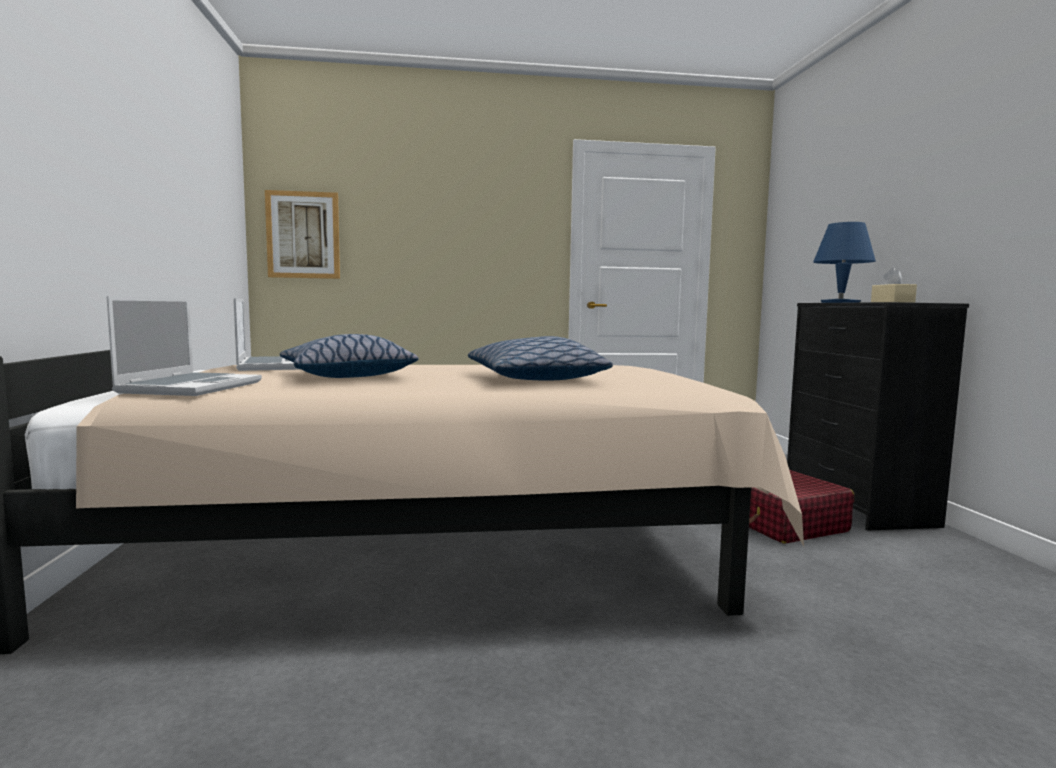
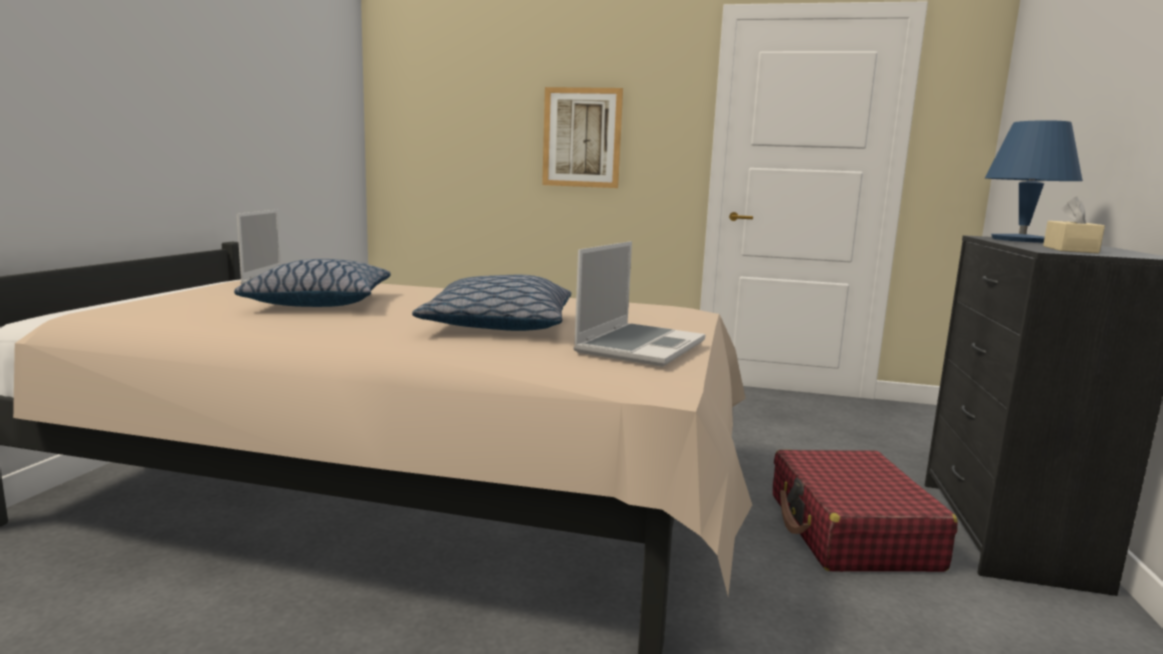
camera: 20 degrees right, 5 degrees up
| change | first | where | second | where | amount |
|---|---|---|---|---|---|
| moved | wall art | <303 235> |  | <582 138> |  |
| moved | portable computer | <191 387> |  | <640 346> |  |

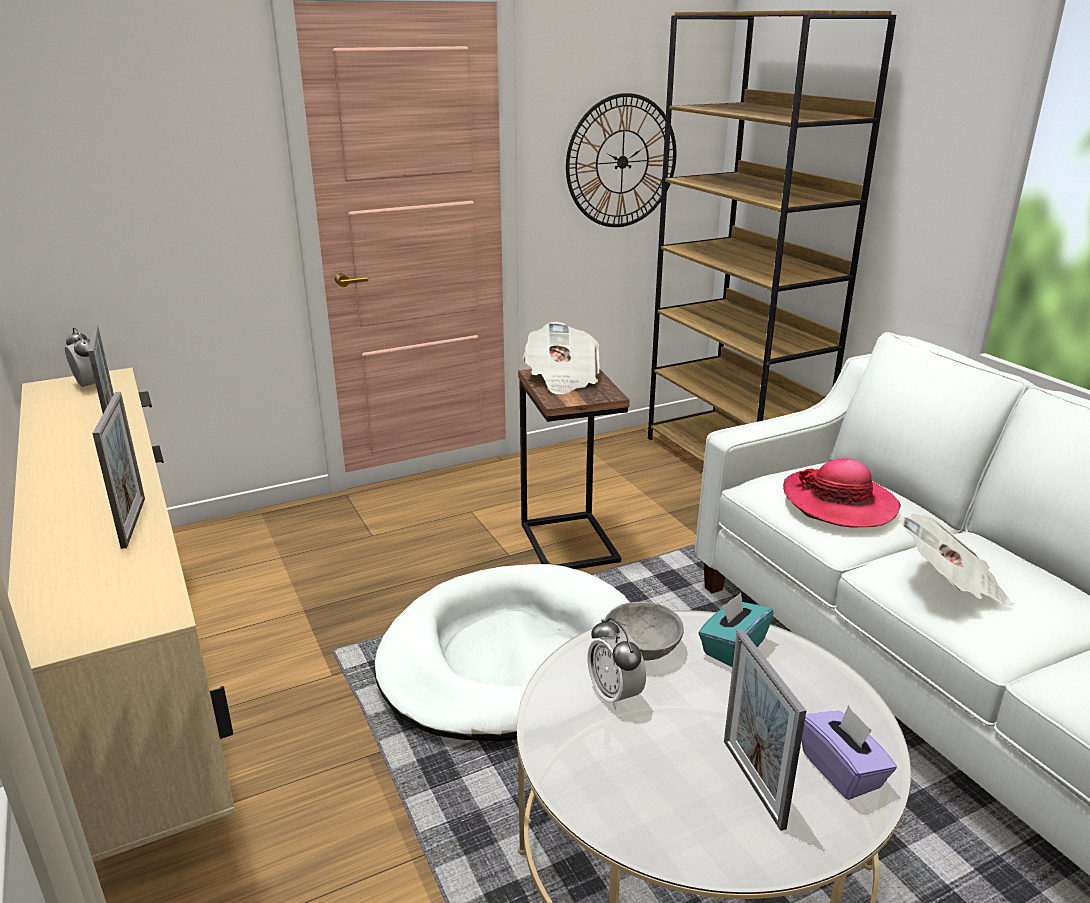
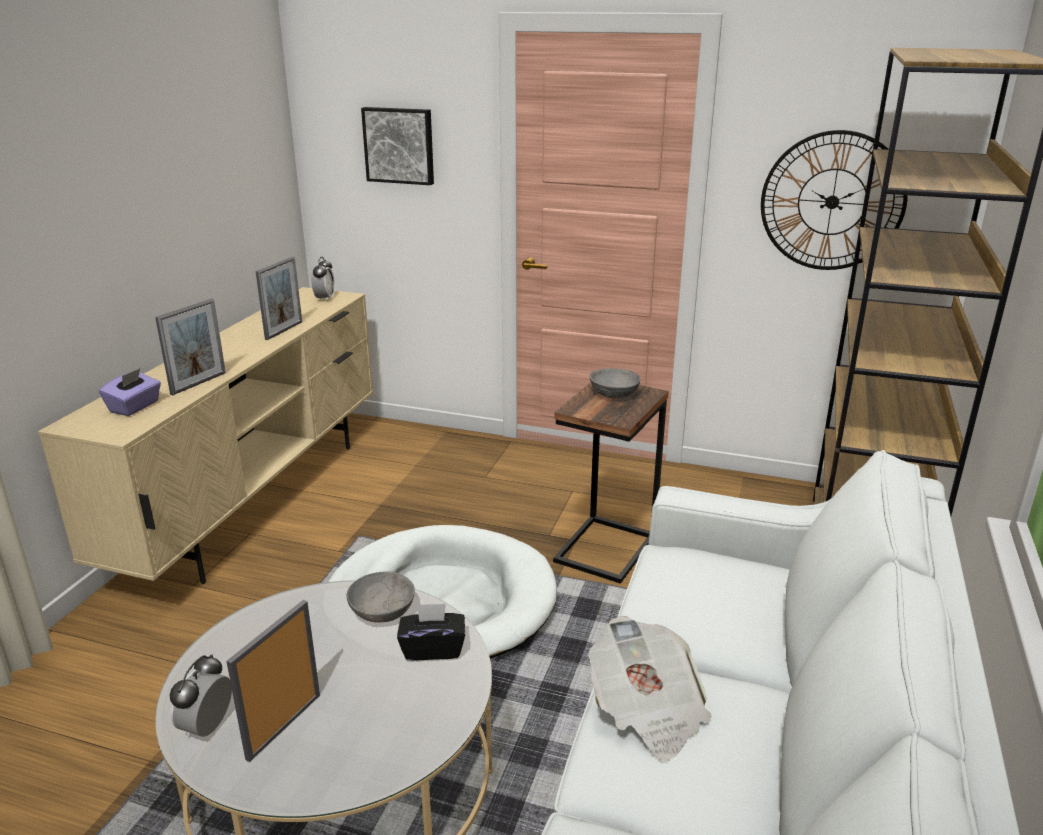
camera: 45 degrees right, 0 degrees up
| change | first | where | second | where | amount |
|---|---|---|---|---|---|
| replaced | daily paper | <562 379> | deep dish (greyish) | <613 394> |  |
| removed | hat | <839 502> |  |  |  |
| recoloured | box of tissues (turquoise-coloured) | <732 647> | box of tissues (blackish) | <433 648> |  |
| moved | table clock | <614 695> |  | <207 727> |  |
| moved | box of tissues (purple-coloured) | <842 770> |  | <135 407> |  |
| added |  |  | wall art | <399 145> |  |

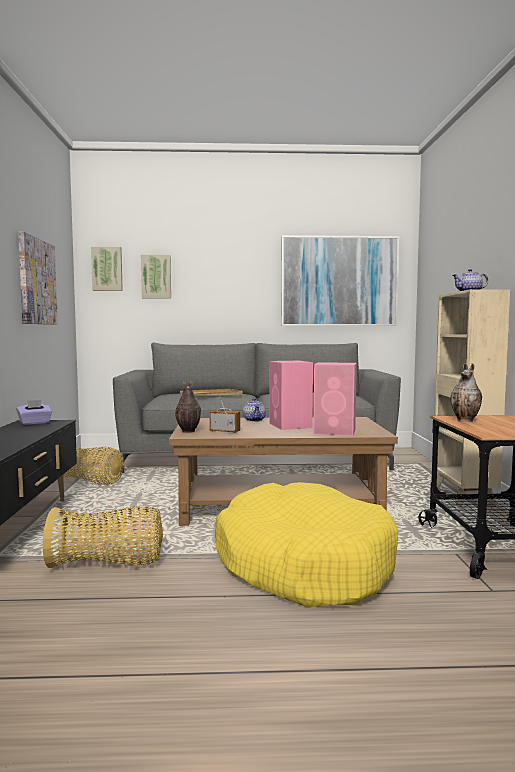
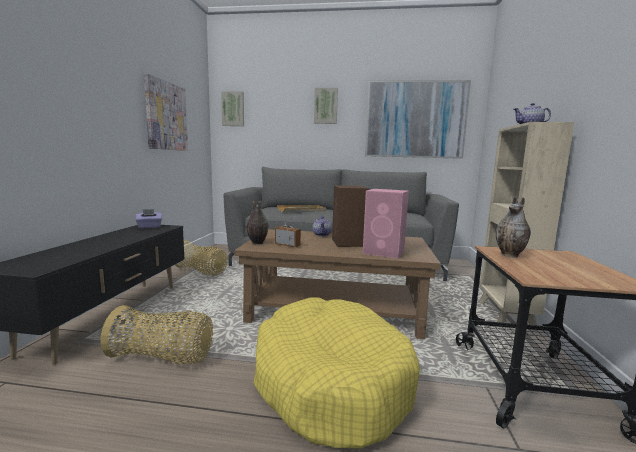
camera: 10 degrees right, 5 degrees up
| change | first | where | second | where | amount |
|---|---|---|---|---|---|
| moved | wall art | <156 276> |  | <326 106> |  |
| recoloured | speaker (pink) | <290 426> | speaker (brownish) | <348 243> |  |

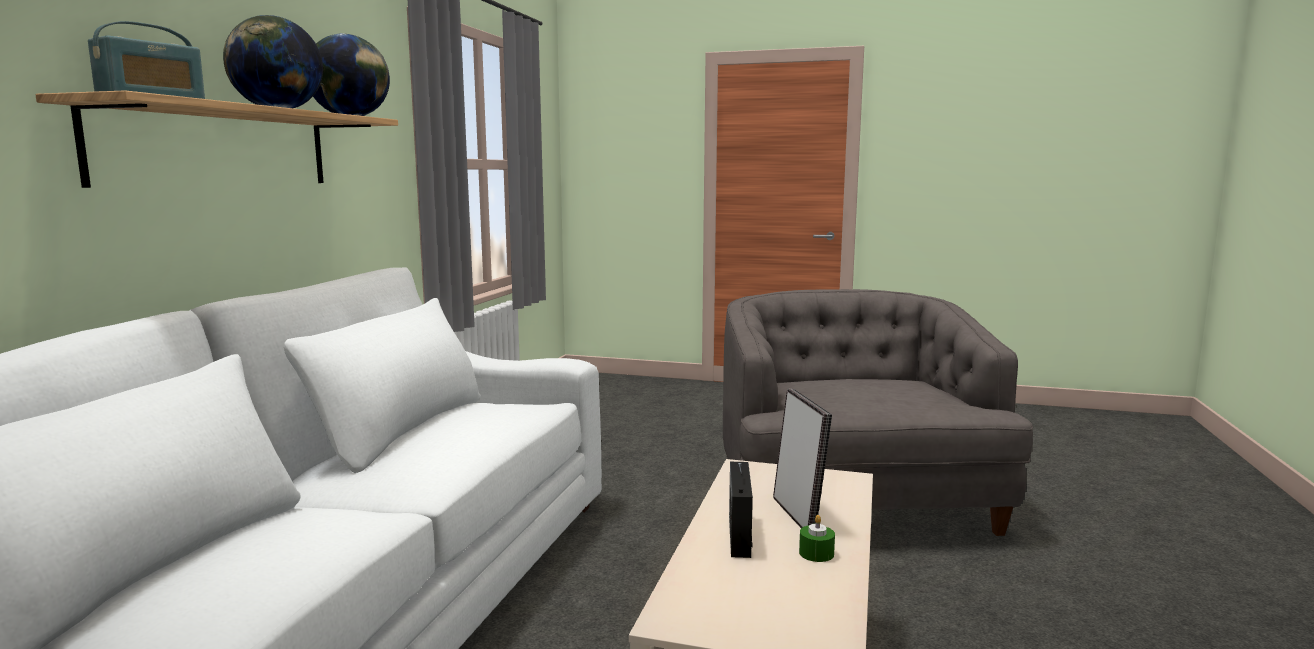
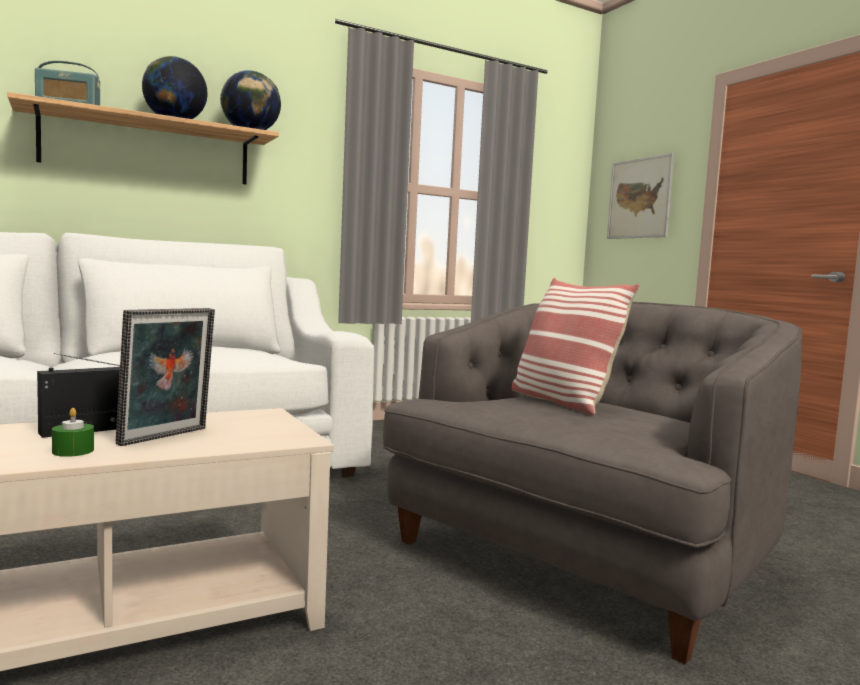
camera: 45 degrees right, 5 degrees down
| change | first | where | second | where | amount |
|---|---|---|---|---|---|
| added |  |  | wall art | <639 198> |  |
| added |  |  | cushion | <561 402> |  |

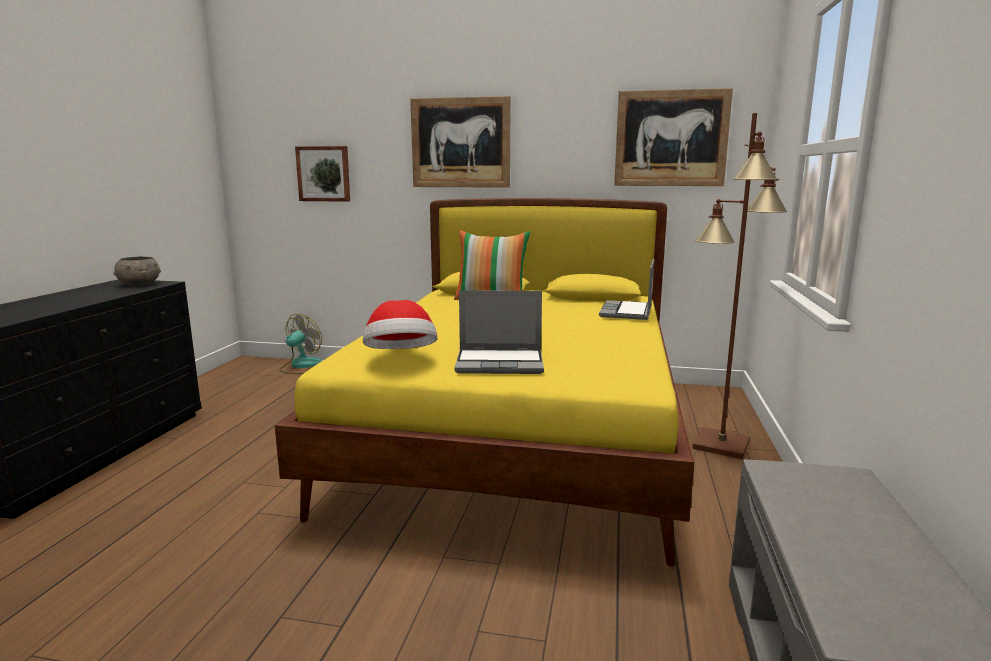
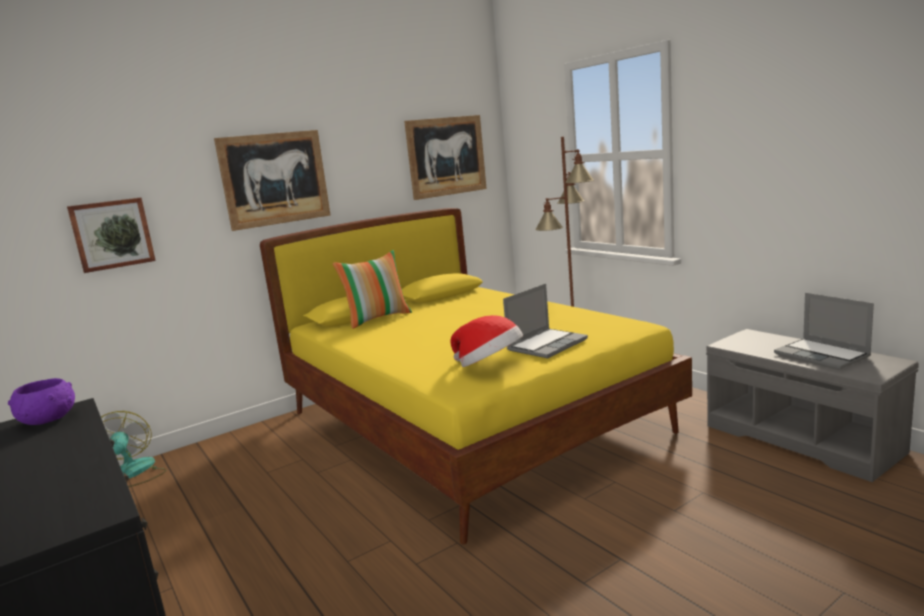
camera: 45 degrees left, 0 degrees up
| change | first | where | second | where | amount |
|---|---|---|---|---|---|
| recoloured | deep dish (greyish) | <139 284> | deep dish (purple-coloured) | <48 419> |  |
| moved | portable computer | <627 312> |  | <823 355> |  |

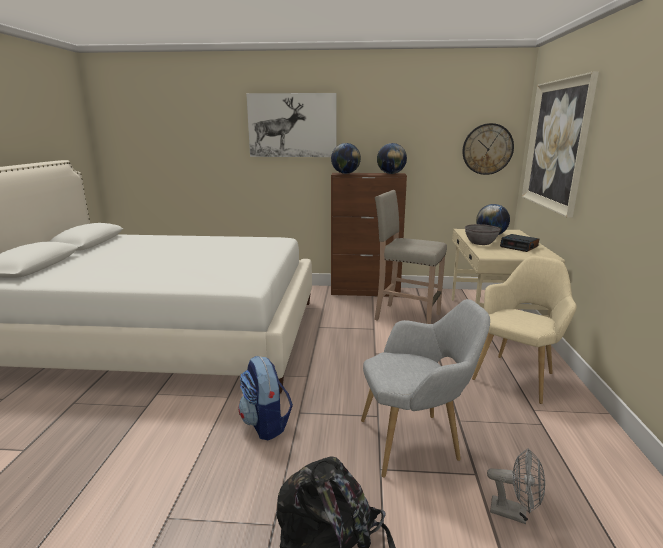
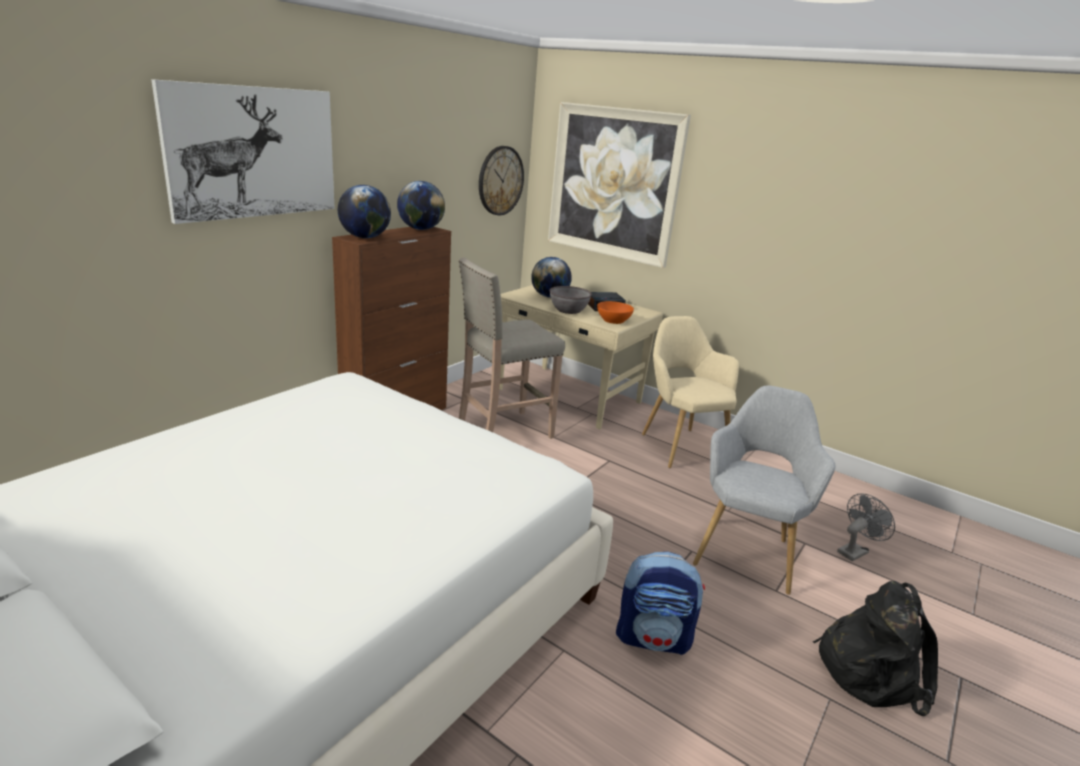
camera: 60 degrees left, 5 degrees up
| change | first | where | second | where | amount |
|---|---|---|---|---|---|
| added |  |  | deep dish (orange) | <613 320> |  |

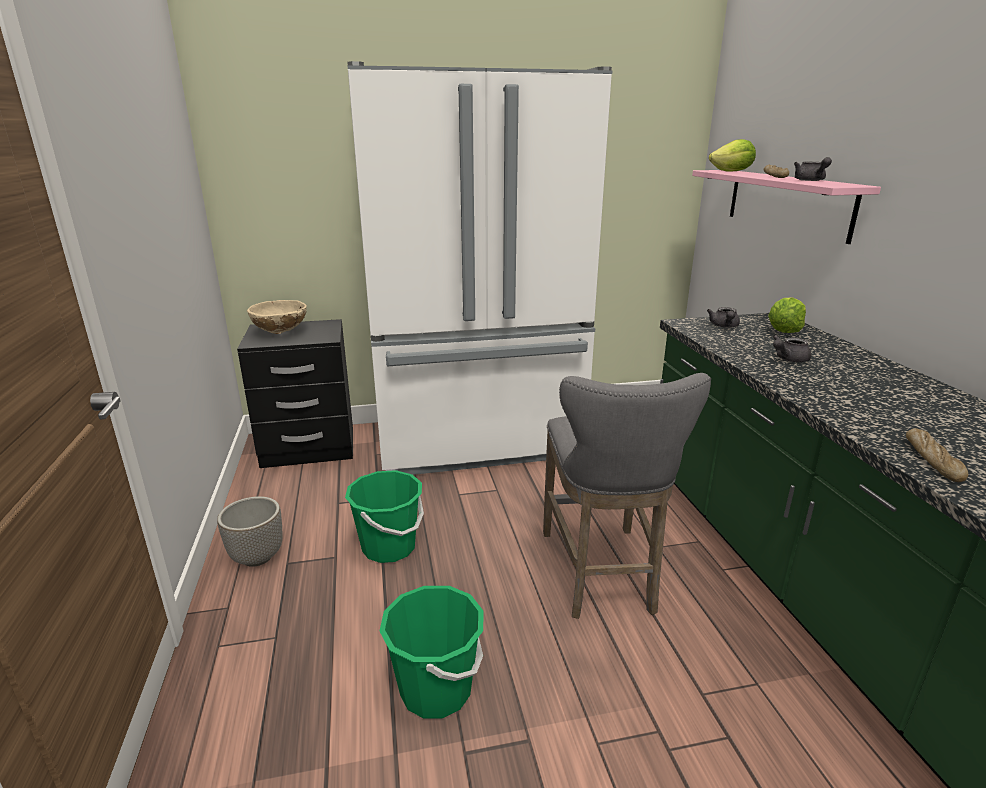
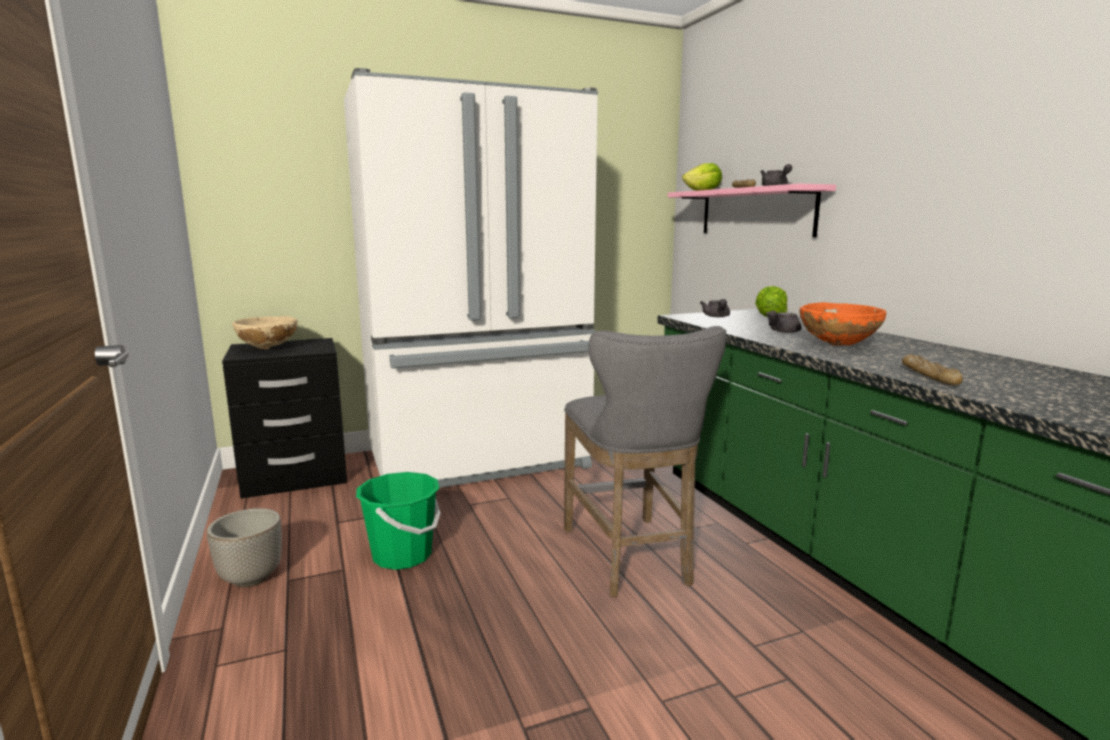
camera: 10 degrees left, 10 degrees down
| change | first | where | second | where | amount |
|---|---|---|---|---|---|
| removed | water bucket (green) | <436 689> |  |  |  |
| added |  |  | deep dish (orange) | <837 346> |  |

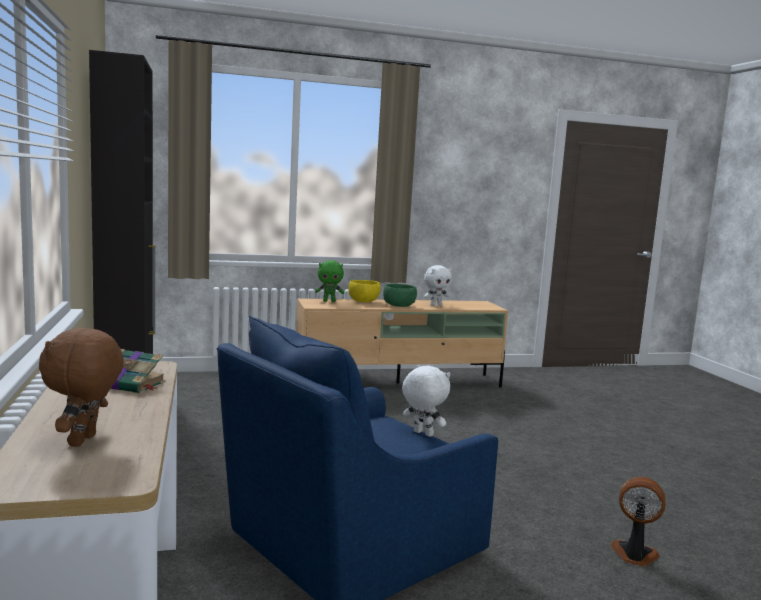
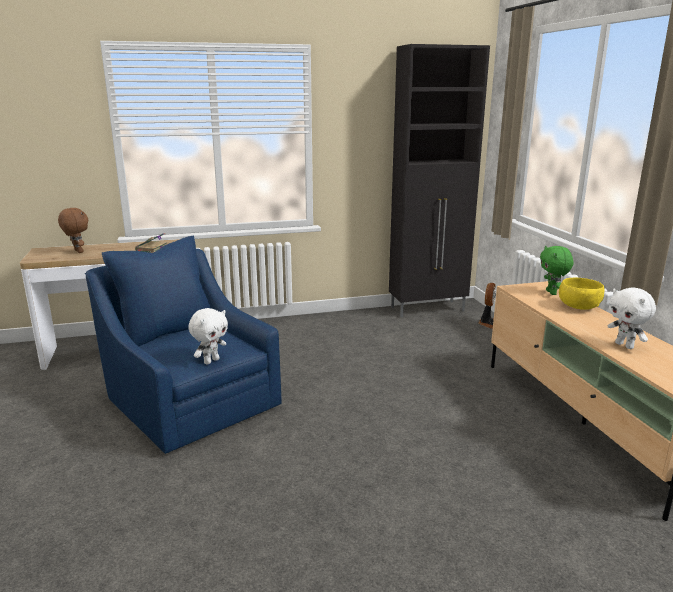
camera: 90 degrees right, 10 degrees up
| change | first | where | second | where | amount |
|---|---|---|---|---|---|
| removed | deep dish (green) | <398 306> |  |  |  |
| turned | cuddly toy (brownish) | <84 441> |  | <77 251> | 45 degrees clockwise |
| moved | fan | <634 555> |  | <488 323> |  |

